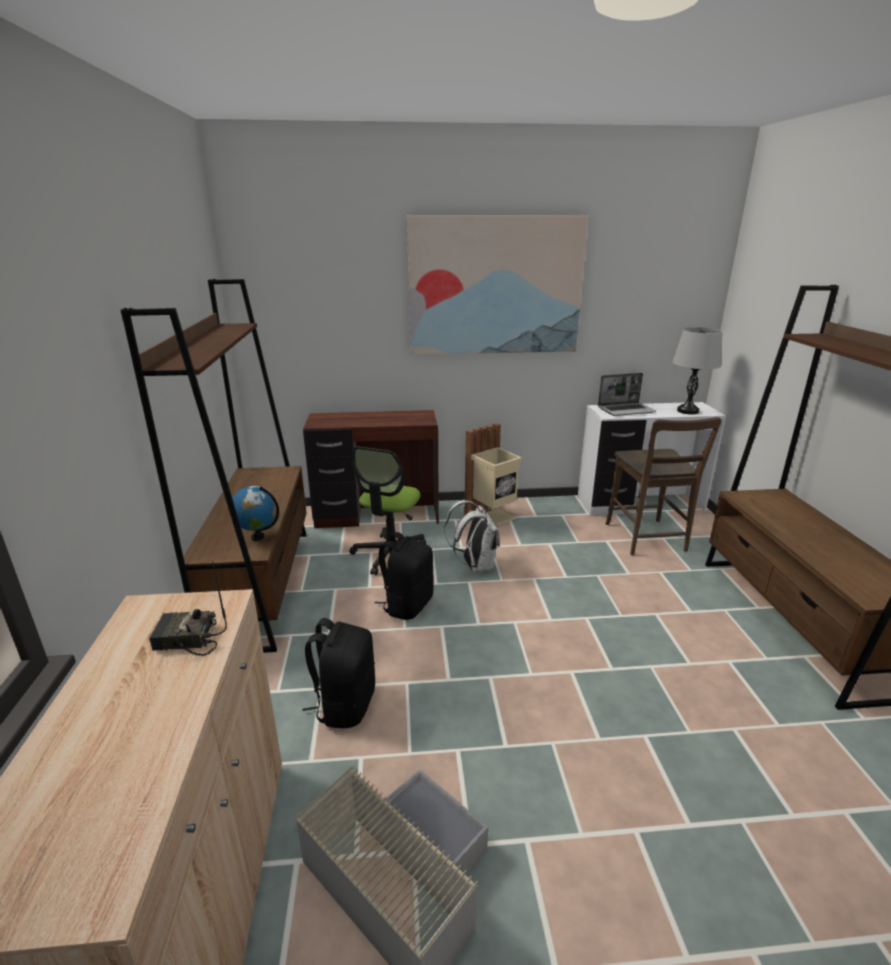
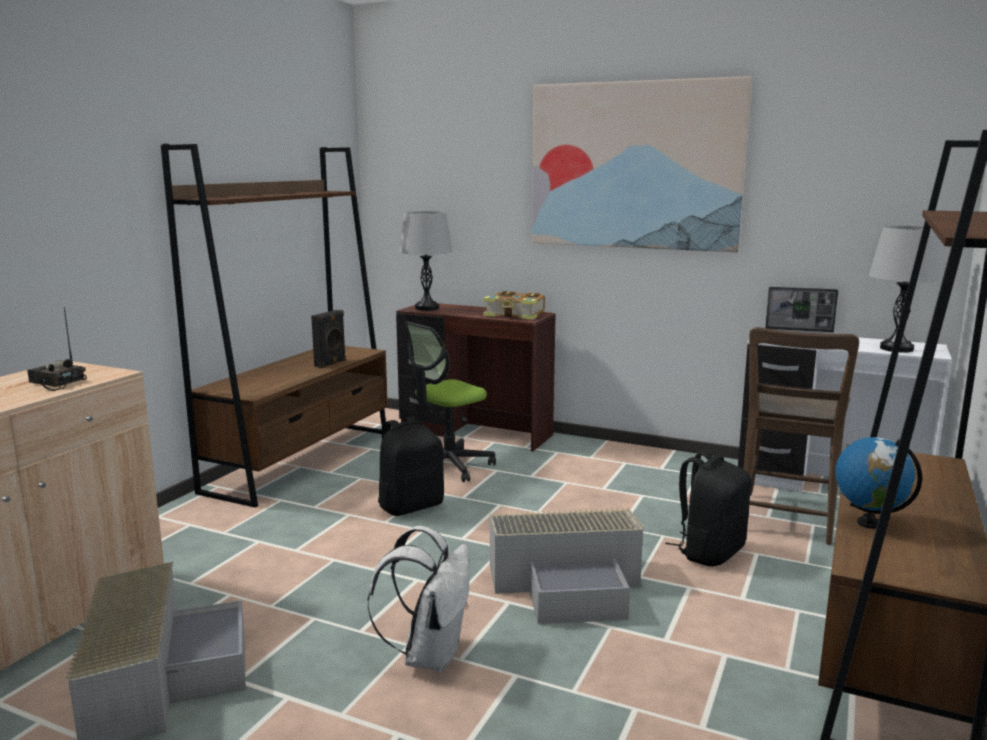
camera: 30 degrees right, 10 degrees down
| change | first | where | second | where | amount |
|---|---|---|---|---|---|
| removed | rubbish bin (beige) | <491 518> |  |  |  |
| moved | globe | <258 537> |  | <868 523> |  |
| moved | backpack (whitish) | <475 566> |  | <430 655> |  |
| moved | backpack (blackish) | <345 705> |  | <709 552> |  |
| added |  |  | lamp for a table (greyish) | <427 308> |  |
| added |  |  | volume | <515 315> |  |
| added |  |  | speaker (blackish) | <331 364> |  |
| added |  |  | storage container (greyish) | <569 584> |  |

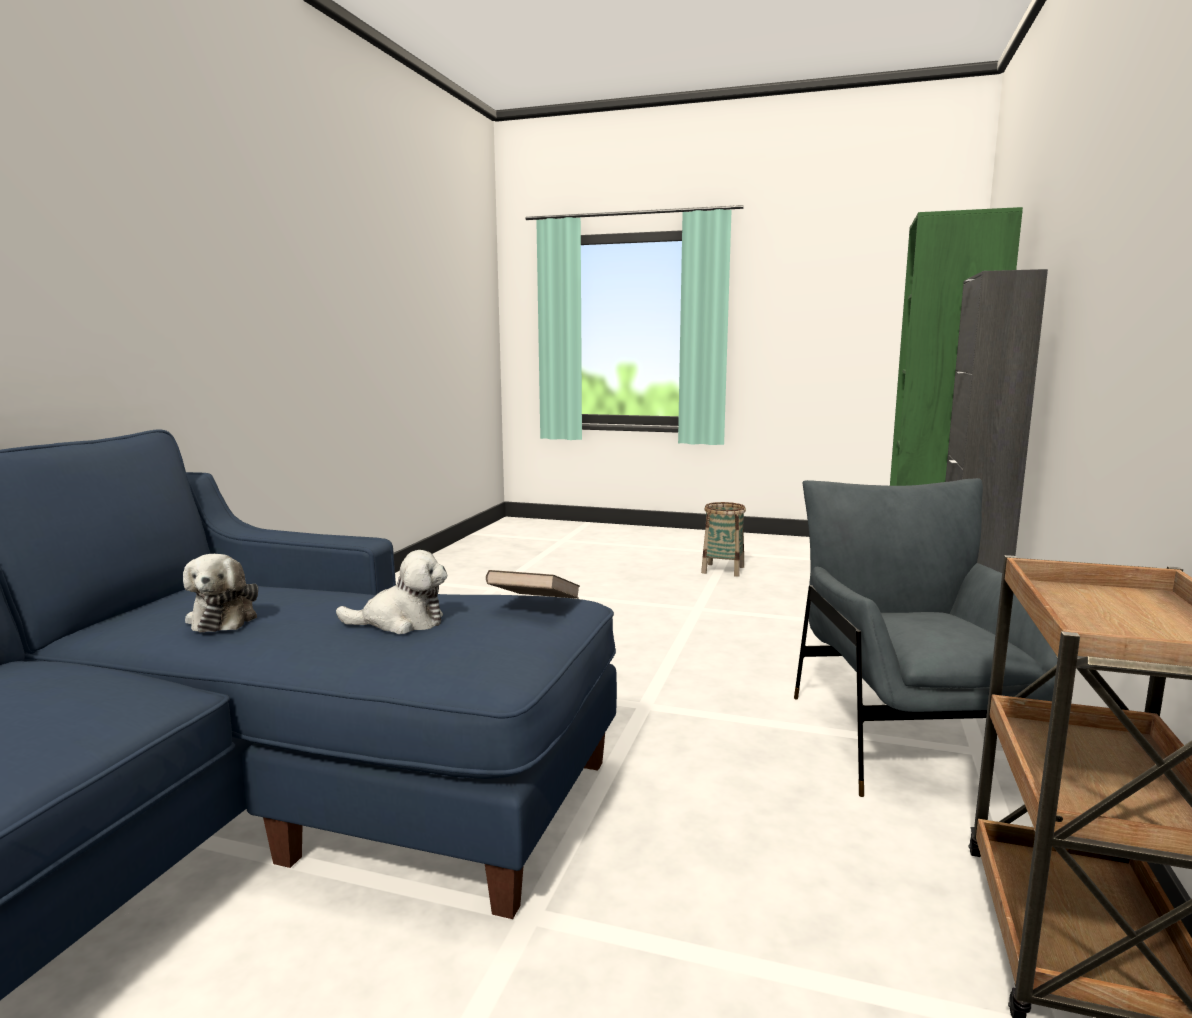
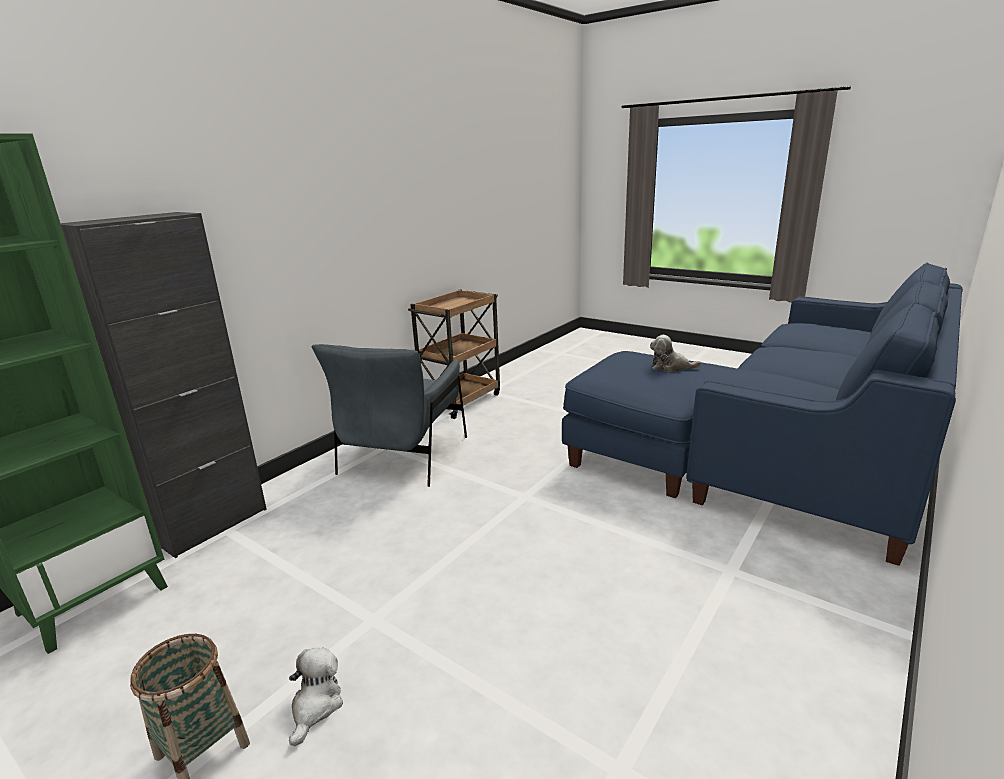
camera: 160 degrees left, 10 degrees up
| change | first | where | second | where | amount |
|---|---|---|---|---|---|
| moved | cuddly toy | <224 618> |  | <316 706> |  |
| removed | volume (brownish) | <534 607> |  |  |  |

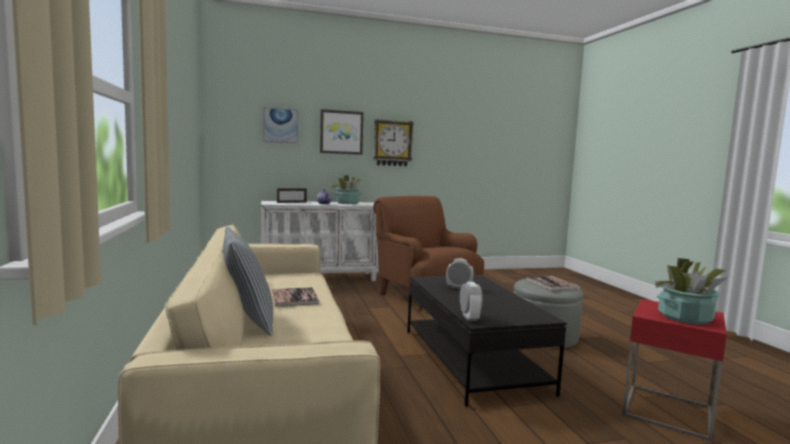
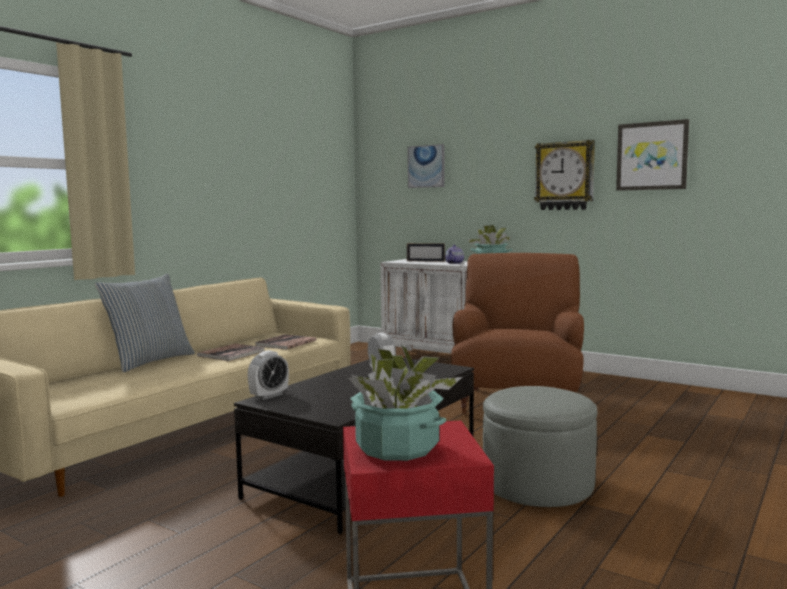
camera: 50 degrees right, 0 degrees up
| change | first | where | second | where | amount |
|---|---|---|---|---|---|
| moved | wall art | <341 132> |  | <652 156> |  |
| moved | volume | <552 284> |  | <286 343> |  |

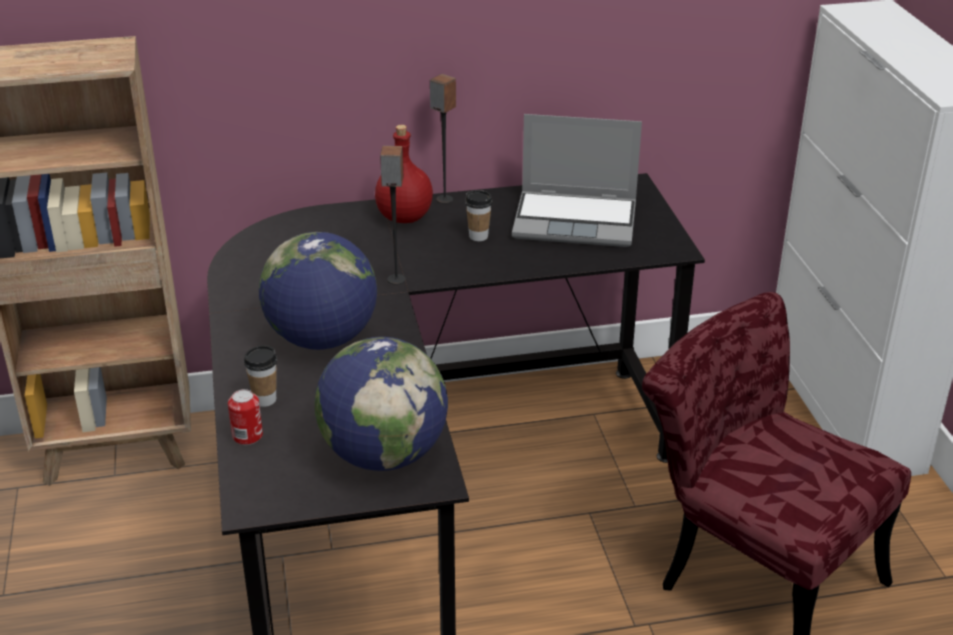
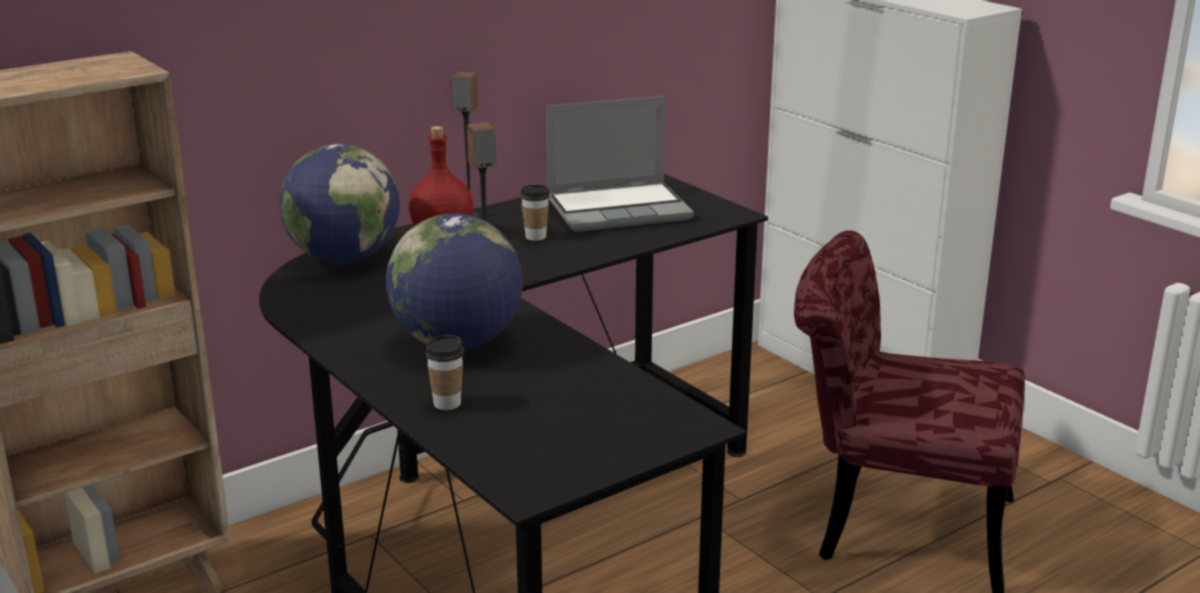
camera: 25 degrees left, 10 degrees down
| change | first | where | second | where | amount |
|---|---|---|---|---|---|
| moved | globe | <383 454> |  | <344 258> |  |
| removed | can | <247 436> |  |  |  |

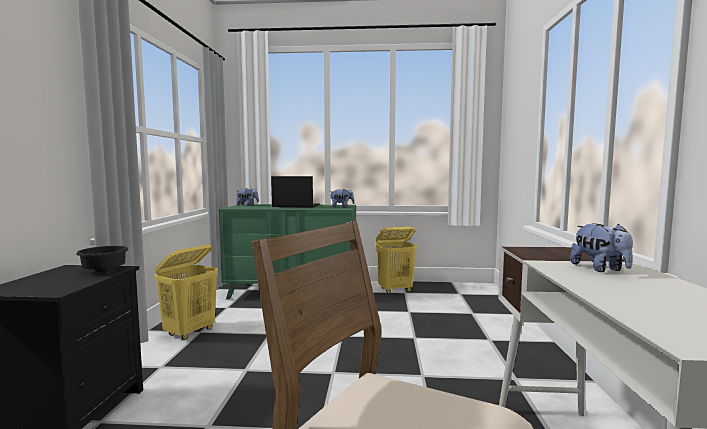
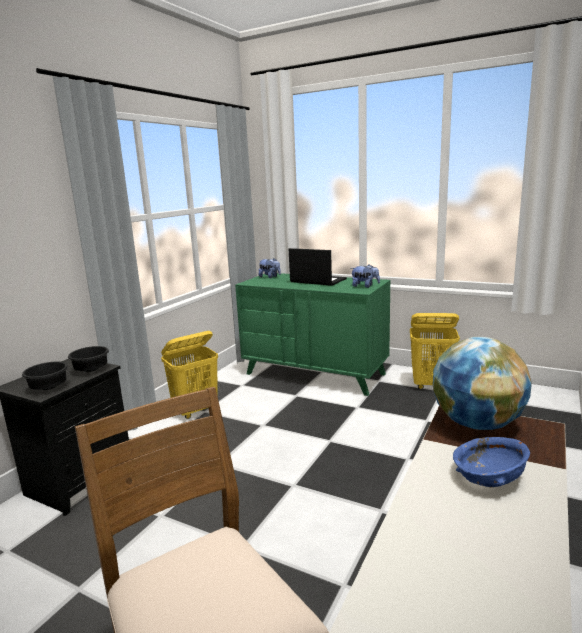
camera: 25 degrees right, 10 degrees up
| change | first | where | second | where | amount |
|---|---|---|---|---|---|
| replaced | cuddly toy | <600 269> | deep dish (bluish) | <489 478> |  |
| added |  |  | globe | <476 424> |  |
| added |  |  | deep dish (blackish) | <47 388> |  |

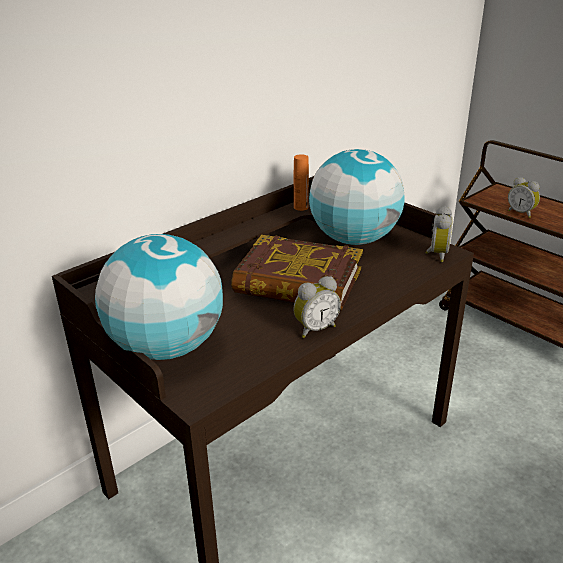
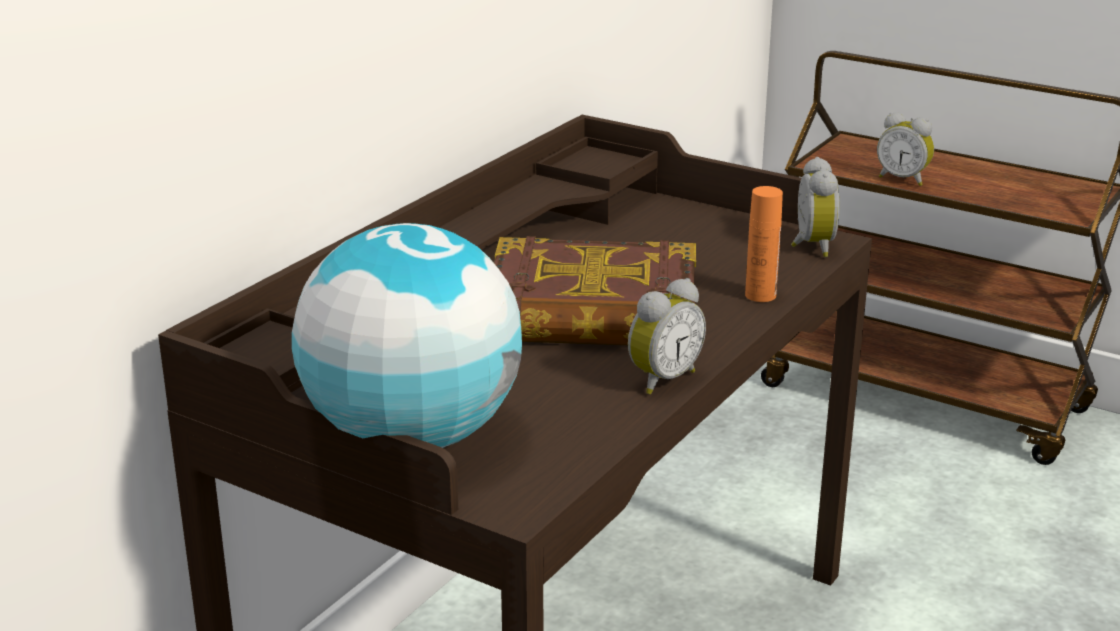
camera: 15 degrees left, 5 degrees down
| change | first | where | second | where | amount |
|---|---|---|---|---|---|
| removed | globe | <354 239> |  |  |  |
| moved | bottle (orange) | <301 207> |  | <760 295> |  |

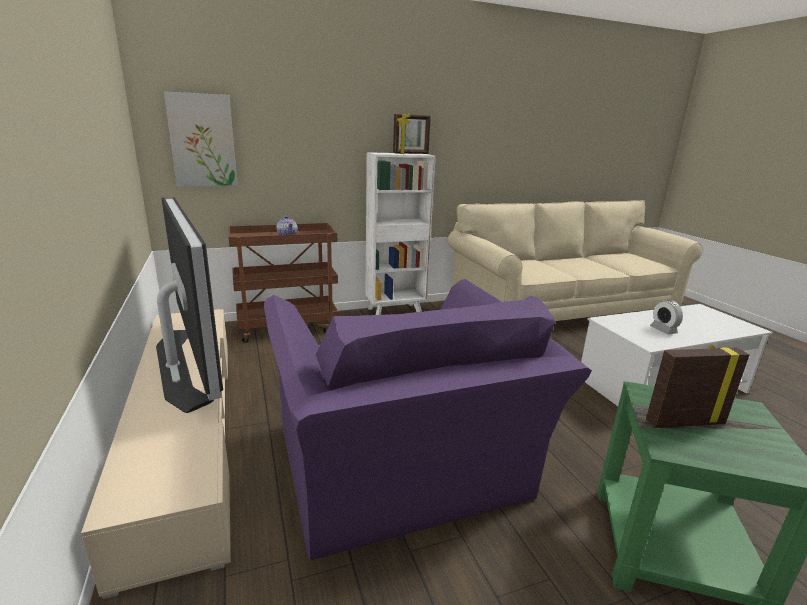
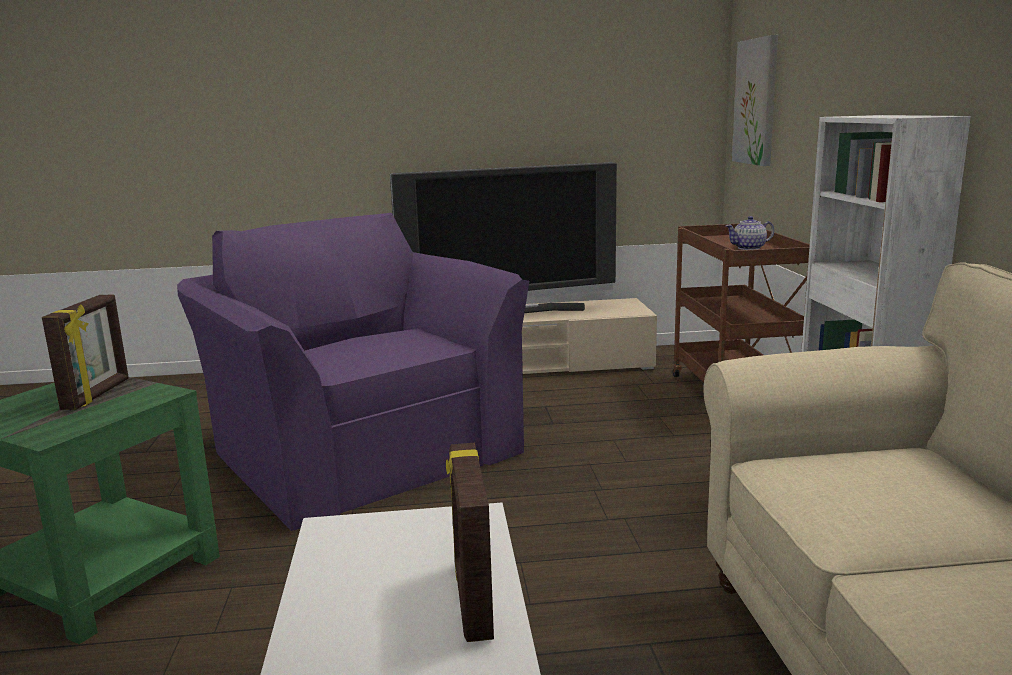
camera: 105 degrees right, 5 degrees down
| change | first | where | second | where | amount |
|---|---|---|---|---|---|
| moved | picture frame | <411 154> |  | <471 600> |  |
| turned | easy chair (purple-coloured) | <403 469> |  | <359 448> | 60 degrees clockwise |
| removed | table clock | <663 330> |  |  |  |

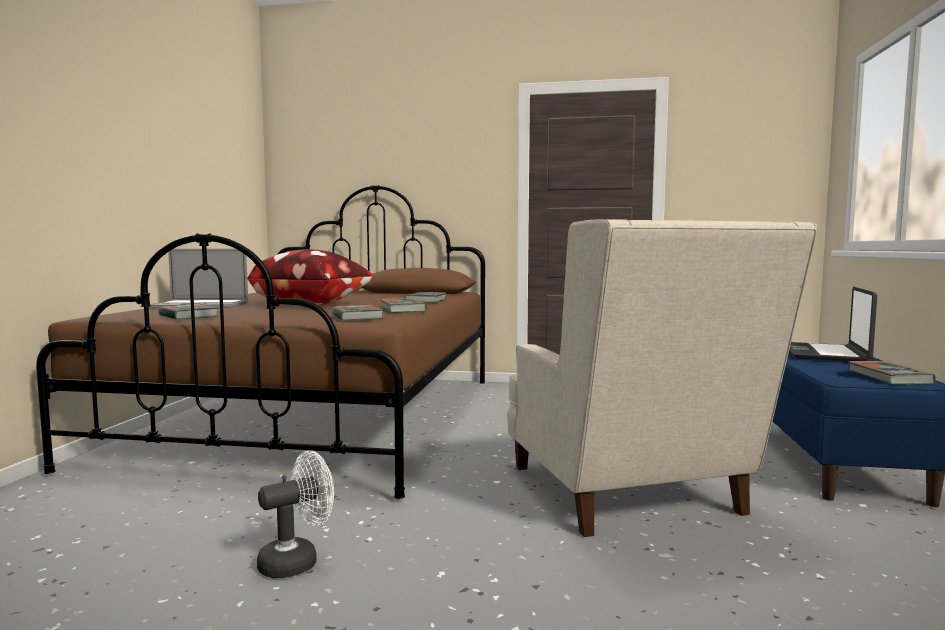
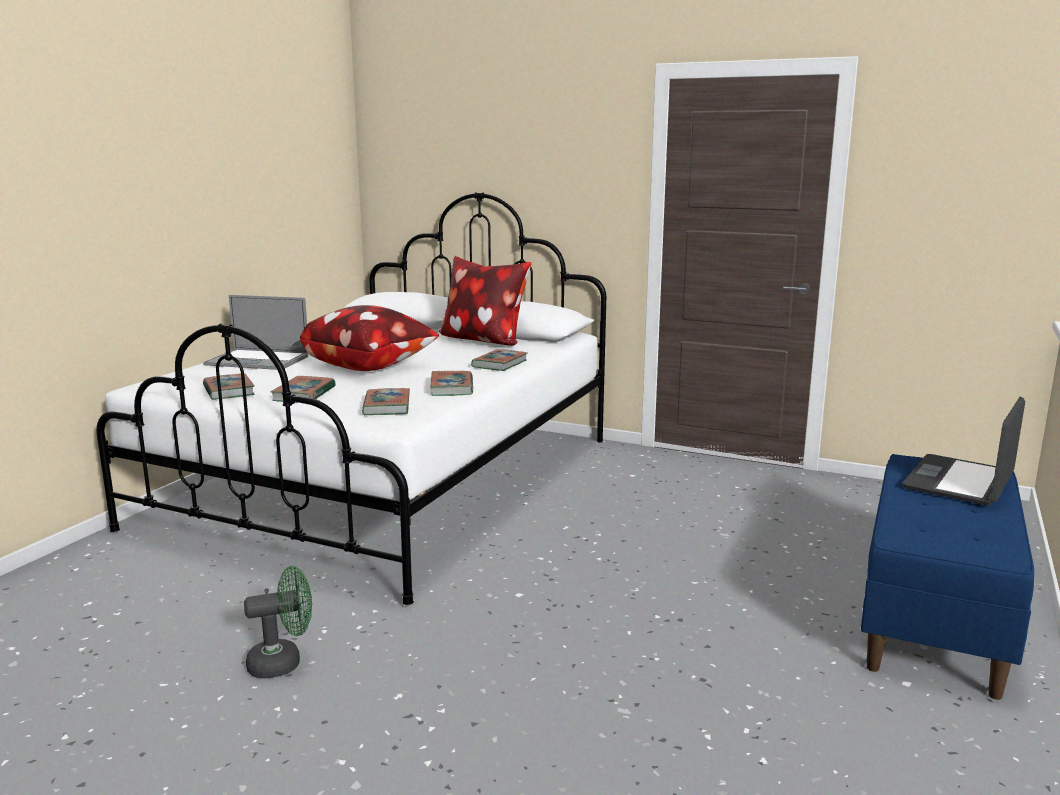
camera: 15 degrees right, 10 degrees up
| change | first | where | second | where | amount |
|---|---|---|---|---|---|
| recoloured | bedroom bed (brownish) | <321 417> | bedroom bed (whitish) | <390 481> |  |
| removed | easy chair (beige) | <632 497> |  |  |  |
| moved | volume | <889 378> |  | <304 394> |  |
| recoloured | fan (whitish) | <297 561> | fan (green) | <283 662> |  |
| added |  |  | cushion | <483 341> |  |

